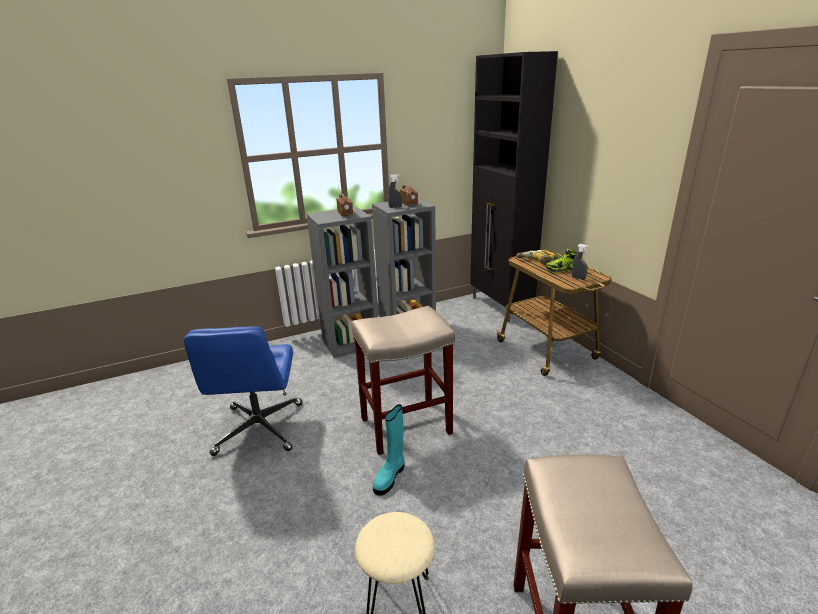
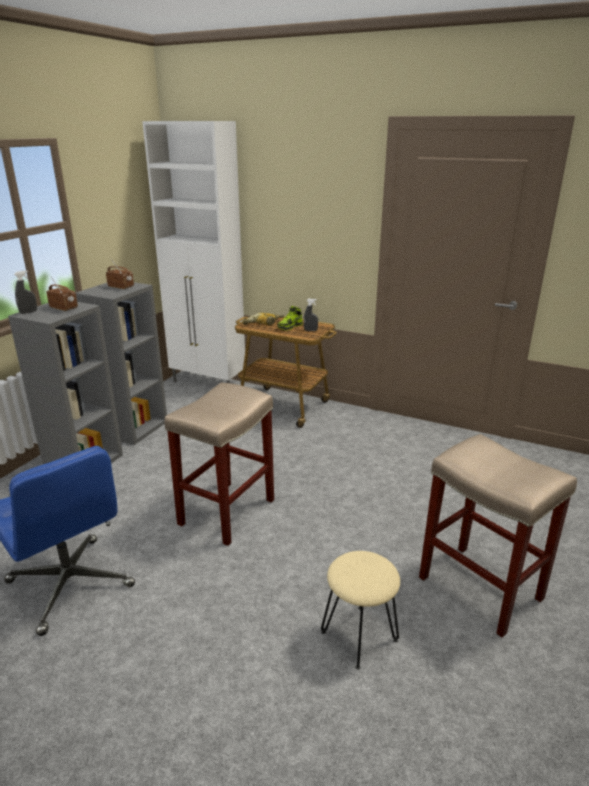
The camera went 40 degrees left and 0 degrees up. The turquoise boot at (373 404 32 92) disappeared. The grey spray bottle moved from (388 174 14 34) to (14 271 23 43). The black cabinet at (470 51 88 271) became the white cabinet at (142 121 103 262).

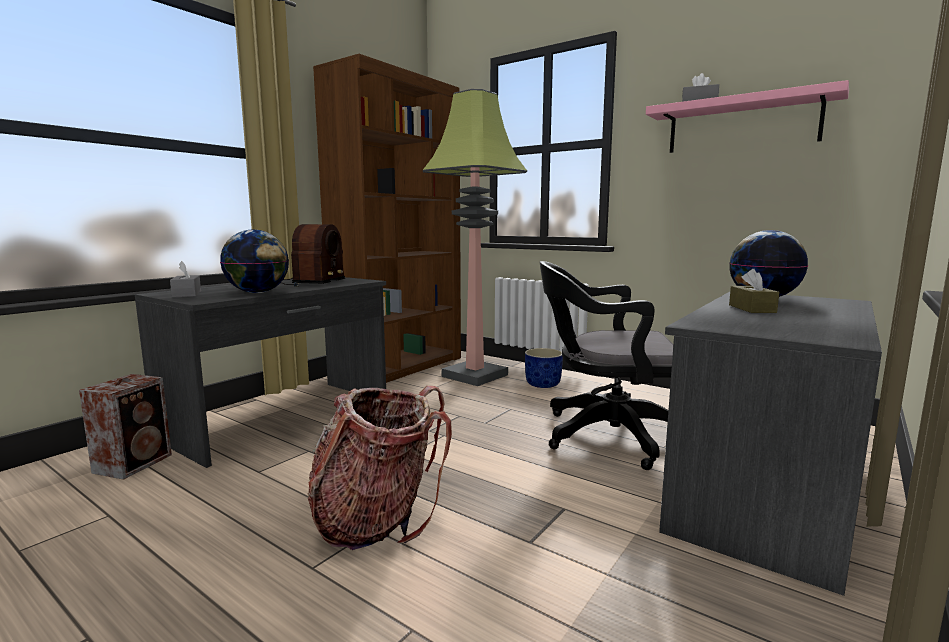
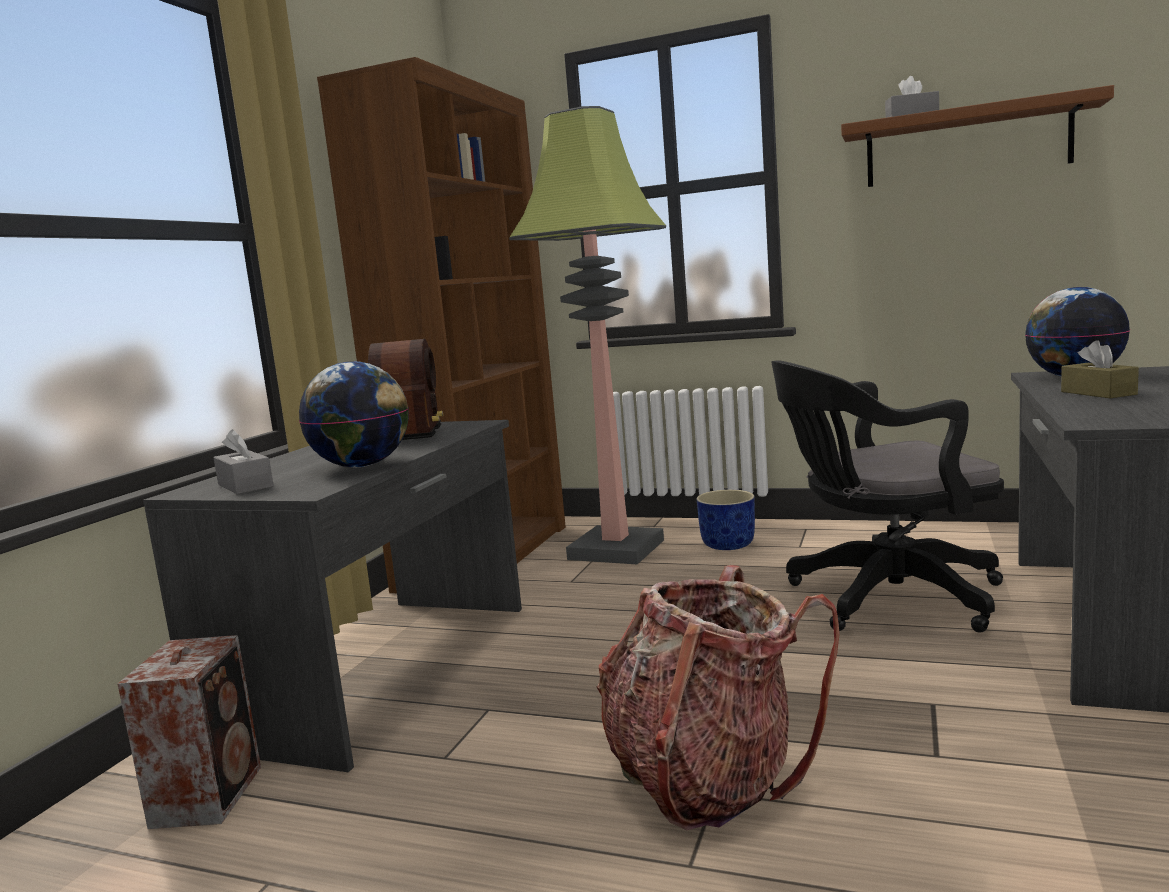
The camera went 15 degrees left and 0 degrees up. The pink shelf at (646 80 203 73) became the brown shelf at (841 85 273 102).

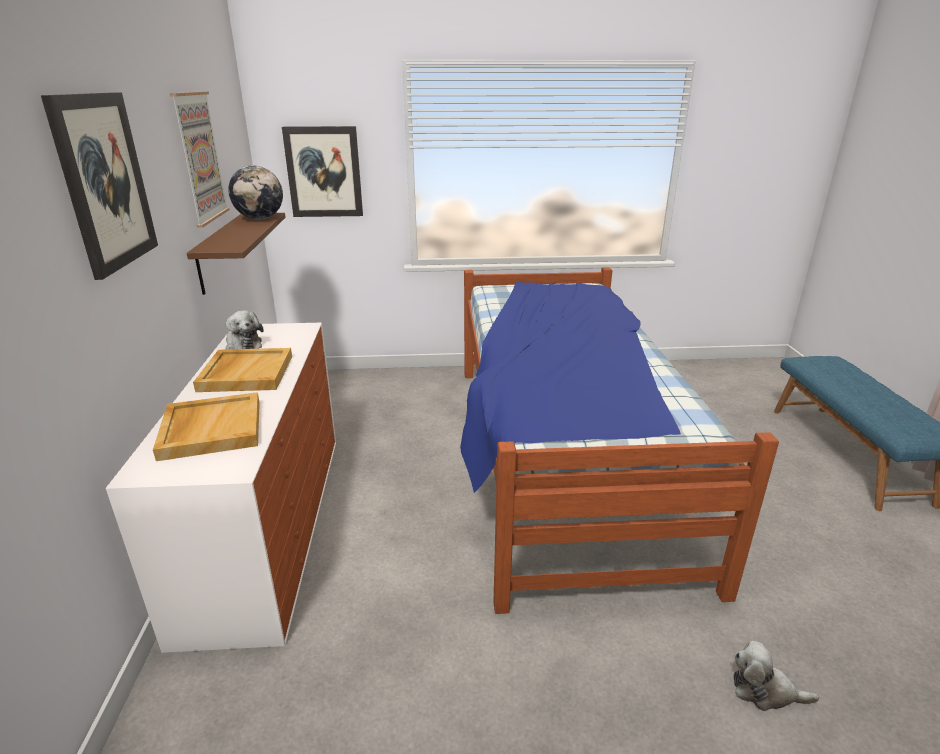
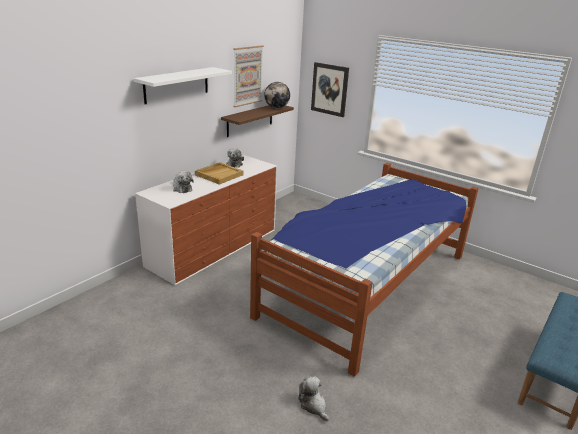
The camera went 40 degrees right and 0 degrees up. The picture at (41 92 117 188) was replaced by the white shelf at (134 67 98 37). The beige tray at (153 392 107 69) was replaced by the plush toy at (173 171 21 22).

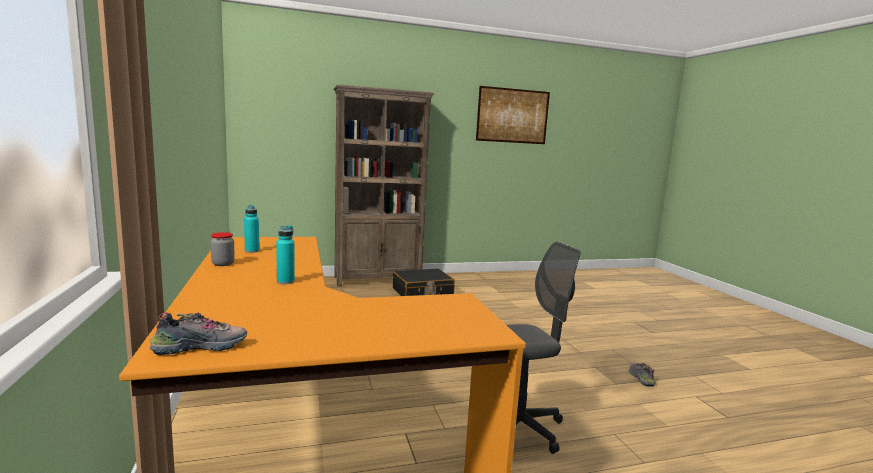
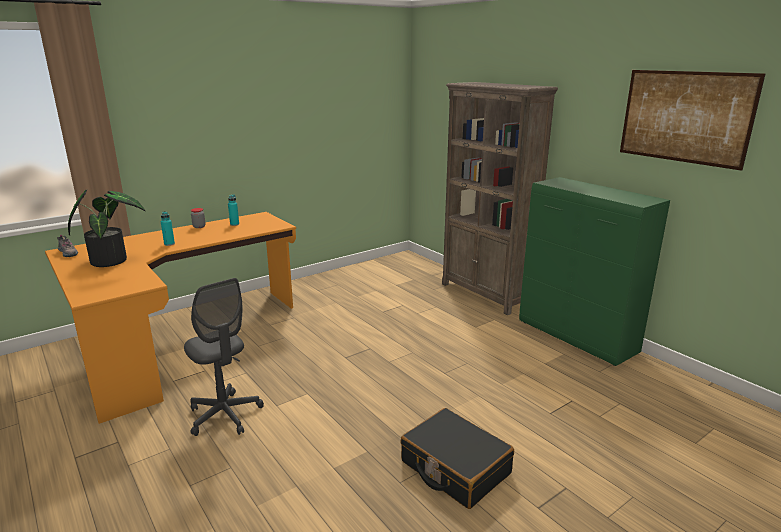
The camera went 70 degrees right and 10 degrees up. The black suitcase moved from (393 269 62 27) to (400 408 114 101). The shoe at (629 363 27 24) disappeared. The potted plant at (68 189 78 78) appeared. The green cabinet at (519 177 151 189) appeared.

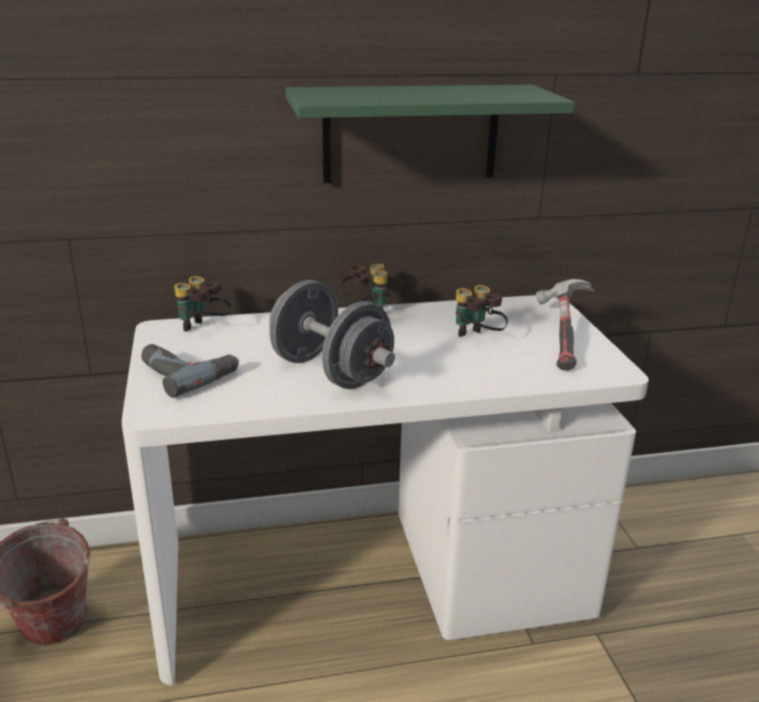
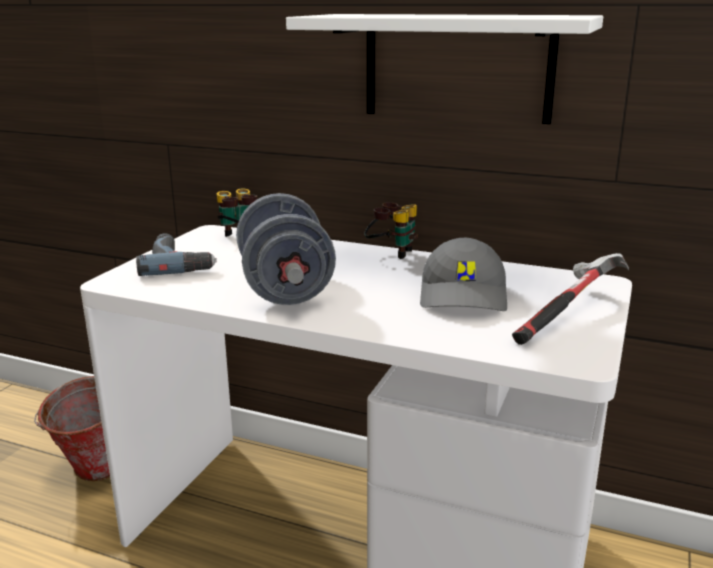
The camera went 35 degrees right and 5 degrees down. The green shelf at (286 85 289 98) became the white shelf at (286 14 317 110). The binoculars at (456 285 52 52) was replaced by the grey cap at (420 238 87 73).

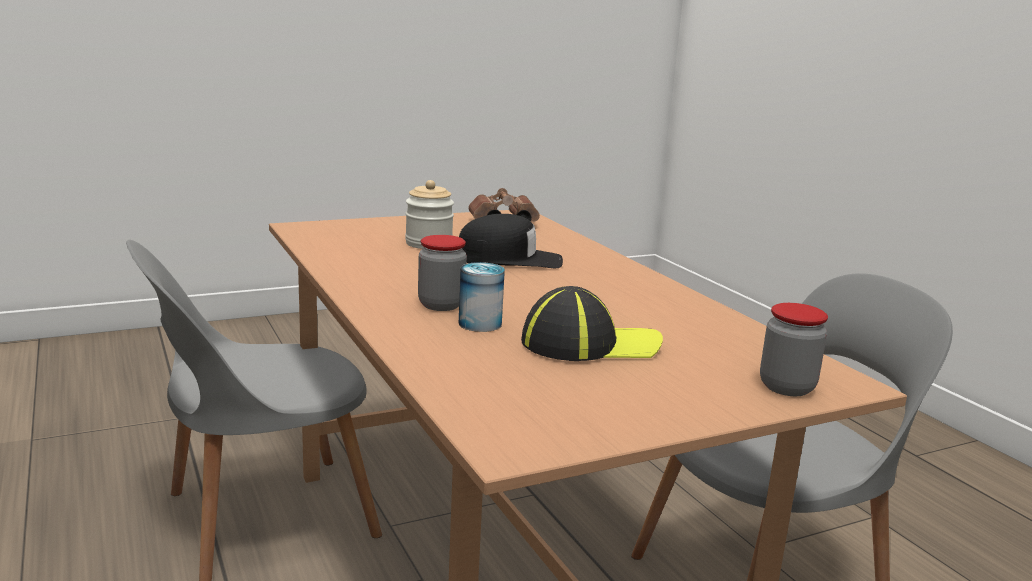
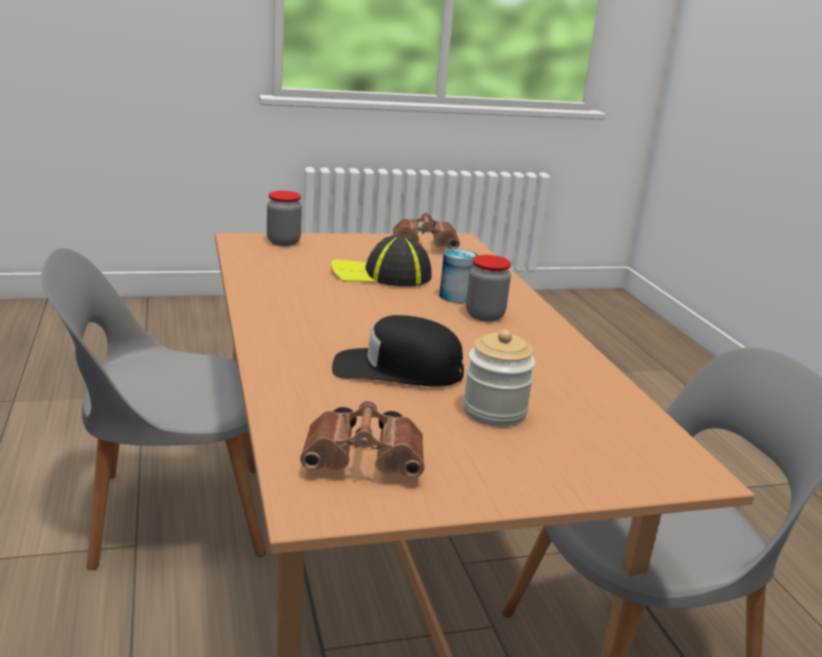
The camera went 170 degrees left and 5 degrees up. The brown binoculars at (393 213 67 36) appeared.

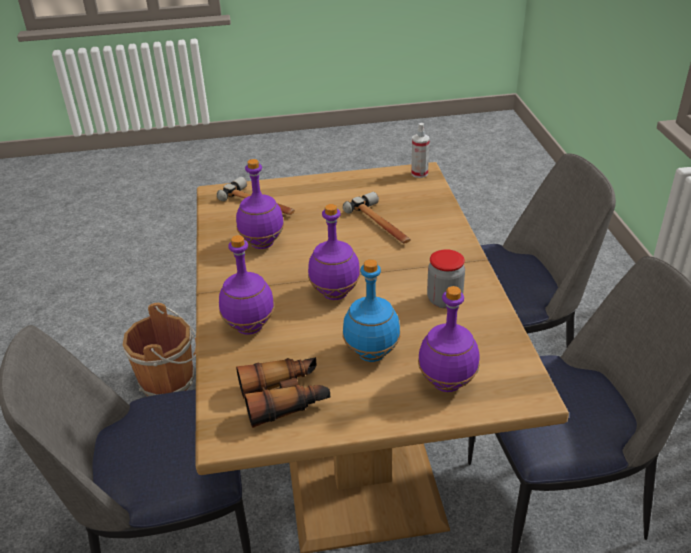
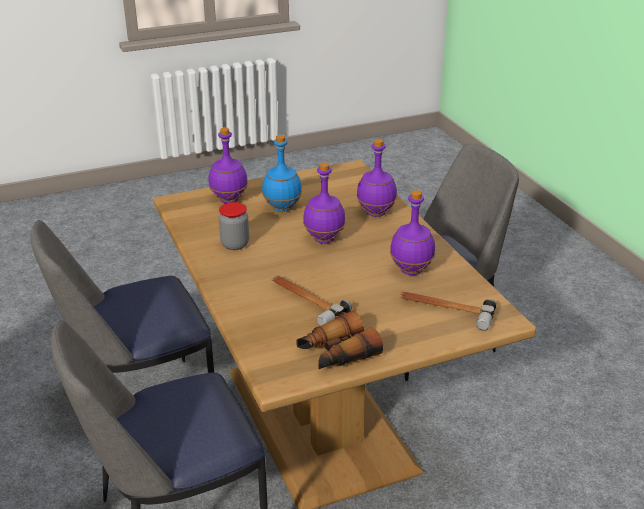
The camera went 165 degrees right and 5 degrees down. The brown bucket at (123 303 73 93) disappeared. The binoculars moved from (236 357 94 71) to (296 310 87 59). The spray bottle at (411 123 18 55) disappeared.

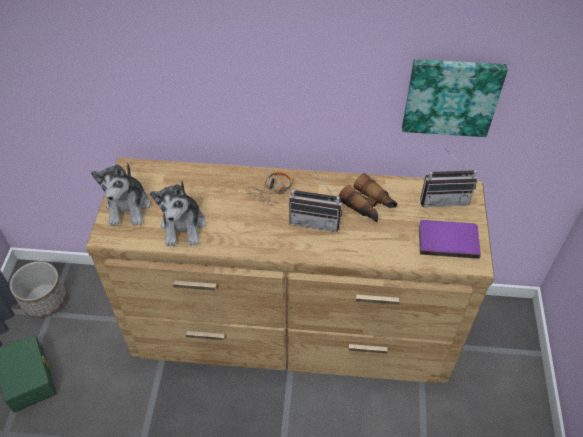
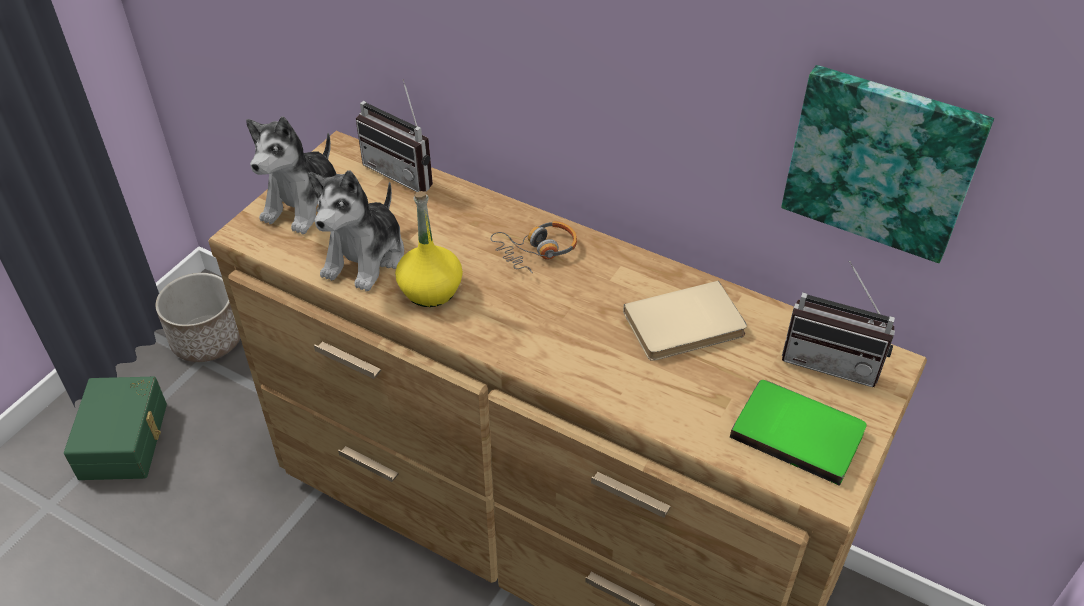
The camera went 25 degrees right and 5 degrees down. The radio moved from (289 170 54 62) to (356 80 77 112). The binoculars at (338 173 59 49) was replaced by the beige book at (623 281 124 80). The purple book at (419 220 62 39) became the green book at (730 380 137 106). The yellow bottle at (395 191 68 116) appeared.

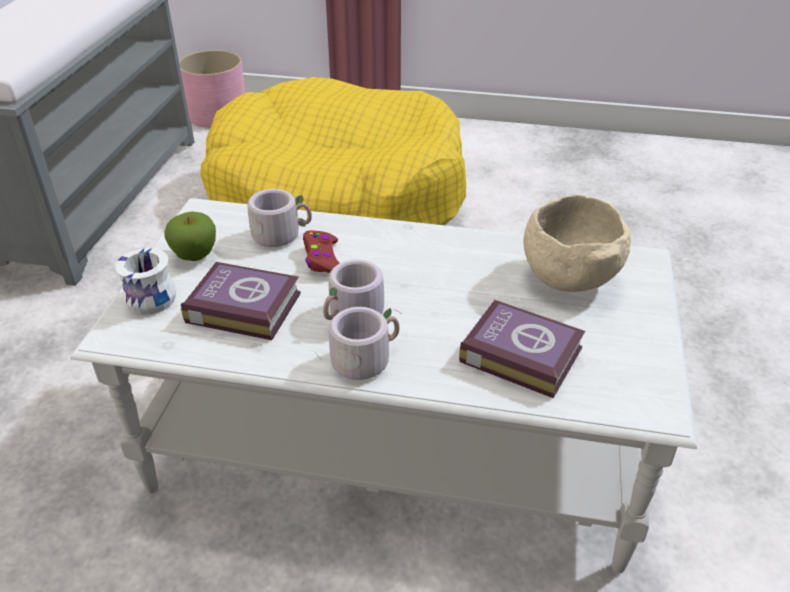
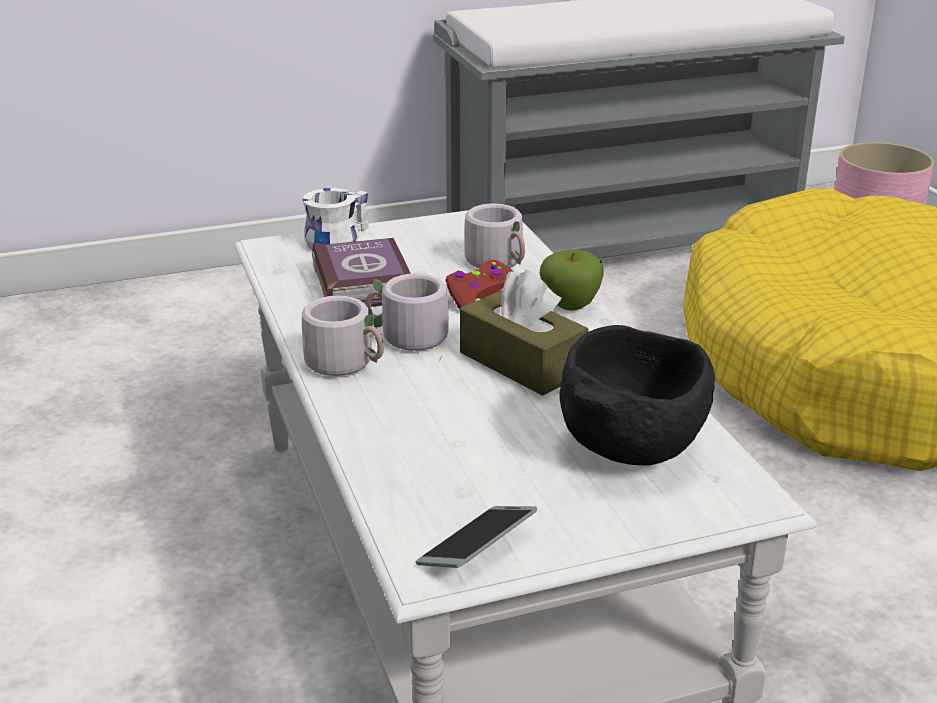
The camera went 60 degrees right and 10 degrees down. The apple moved from (164 211 52 50) to (540 250 64 60). The book at (459 300 126 98) disappeared. The beige bowl at (524 194 107 98) became the black bowl at (559 325 156 141). The phone at (416 506 121 62) appeared. The brown tissue box at (460 270 128 126) appeared.

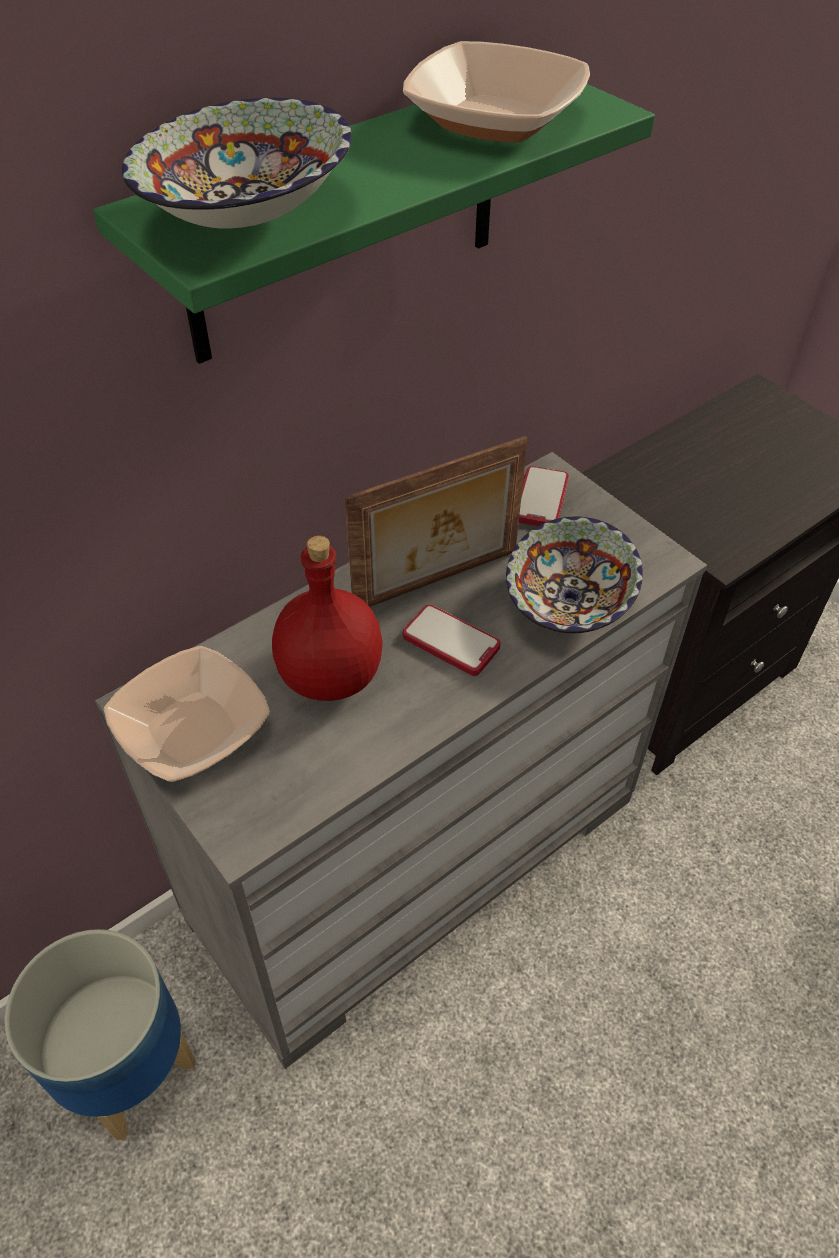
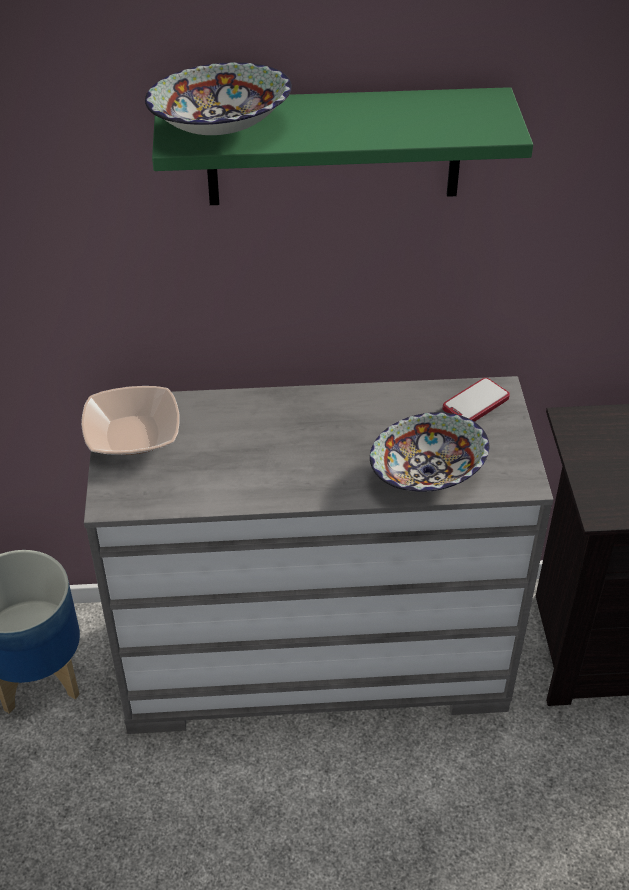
The camera went 35 degrees right and 5 degrees down. The red bottle at (272 536 111 165) disappeared. The picture frame at (345 436 183 171) disappeared. The bowl at (403 41 187 102) disappeared. The phone at (403 605 97 71) disappeared.

